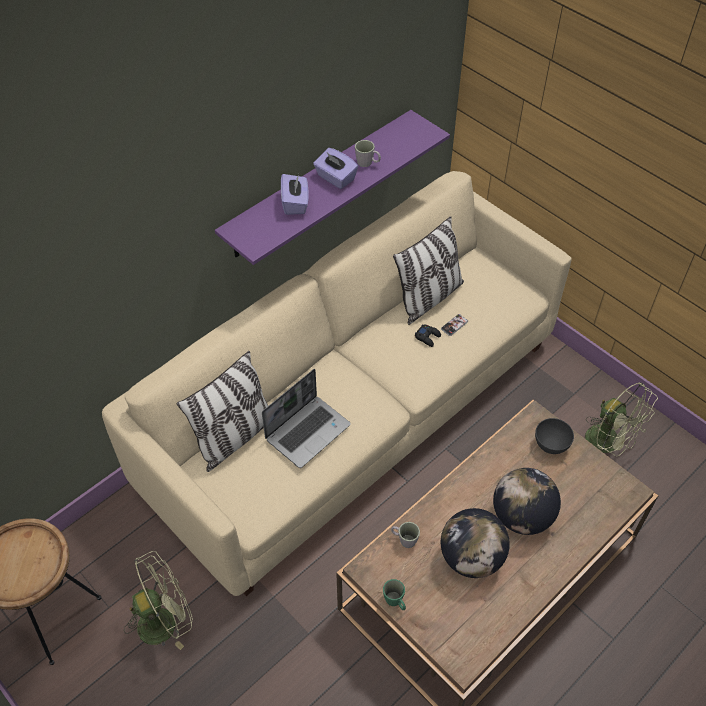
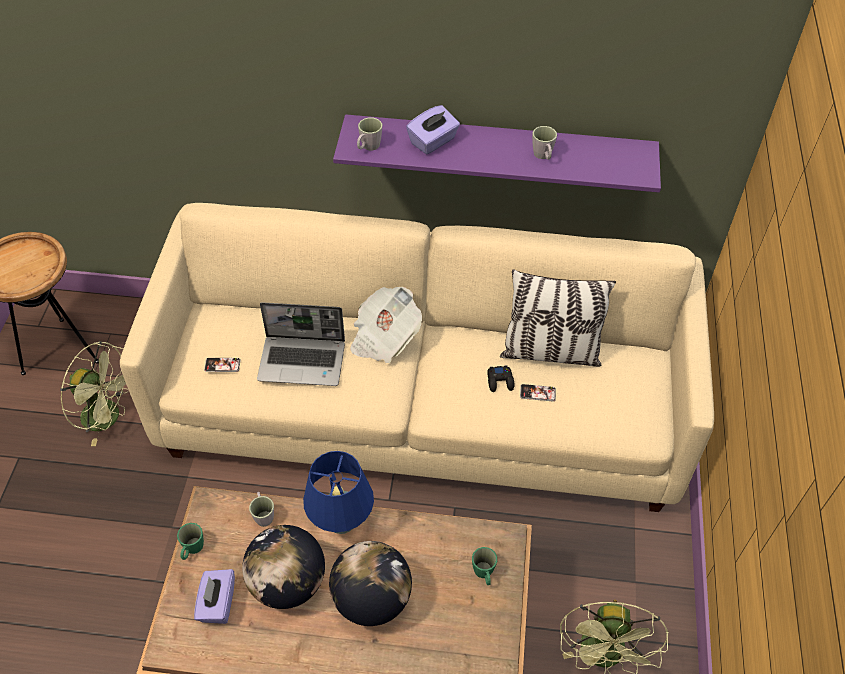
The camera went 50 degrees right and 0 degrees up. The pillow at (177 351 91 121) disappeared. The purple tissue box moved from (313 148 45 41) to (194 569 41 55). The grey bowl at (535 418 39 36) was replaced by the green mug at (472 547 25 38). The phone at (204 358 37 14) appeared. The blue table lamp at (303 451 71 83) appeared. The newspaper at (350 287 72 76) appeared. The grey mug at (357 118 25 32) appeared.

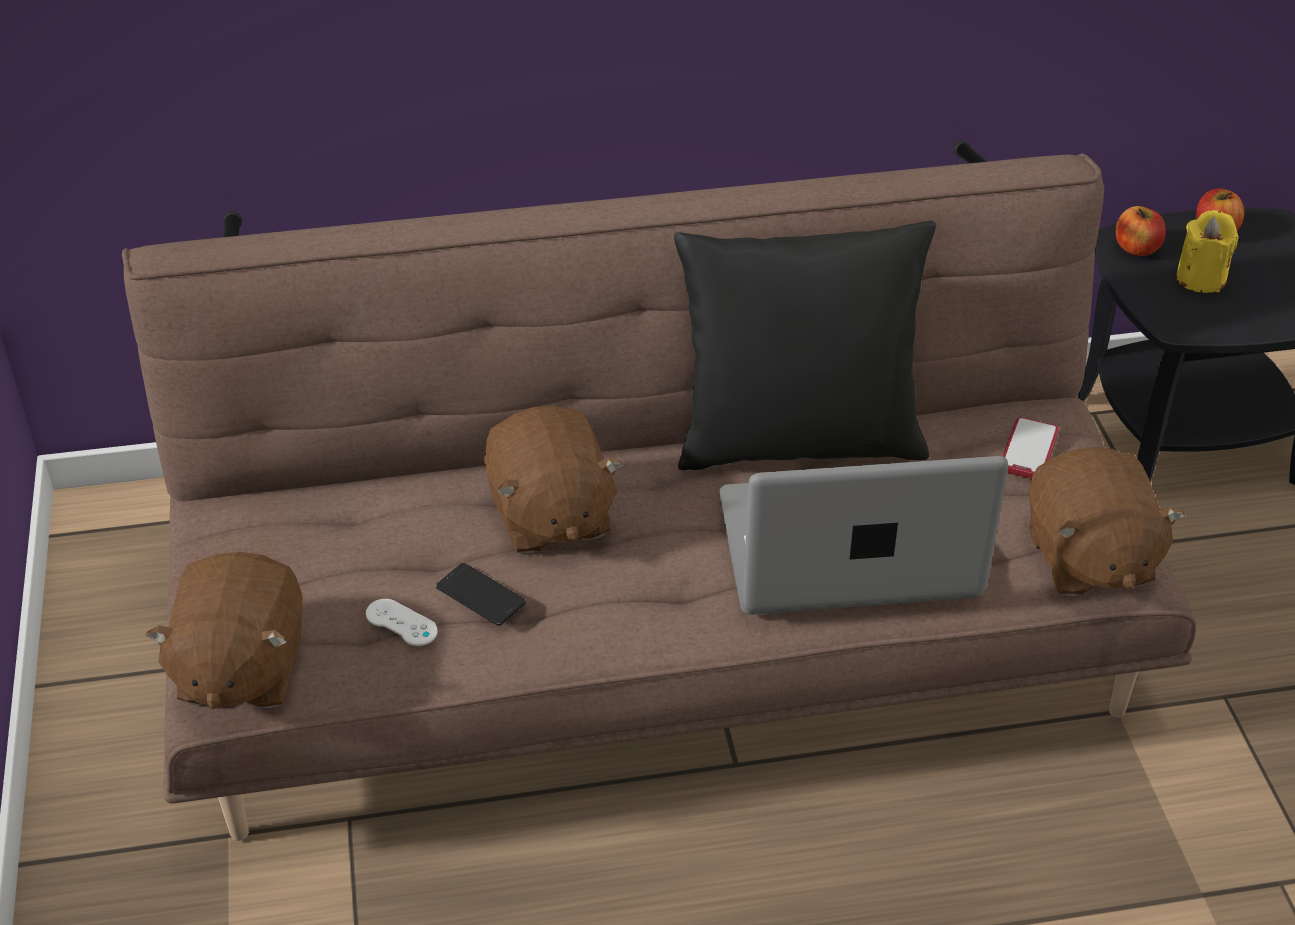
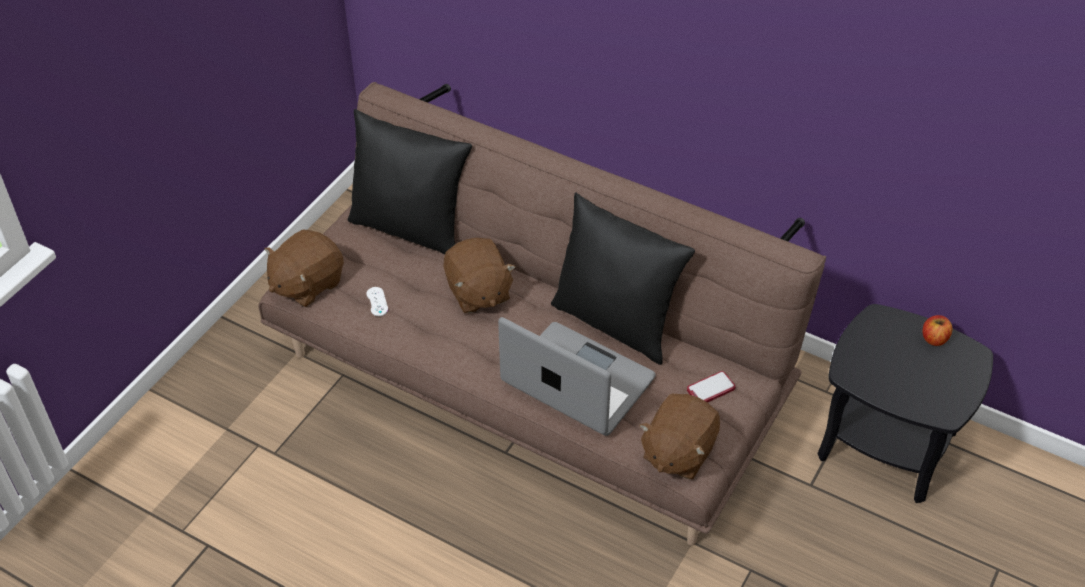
The camera went 40 degrees right and 5 degrees up. The phone at (436 563 90 63) disappeared. The brown plush toy at (484 406 139 148) turned 45 degrees counterclockwise. The apple at (1116 206 50 50) disappeared. The yellow candle at (1176 210 62 83) disappeared. The black pillow at (347 109 125 146) appeared.

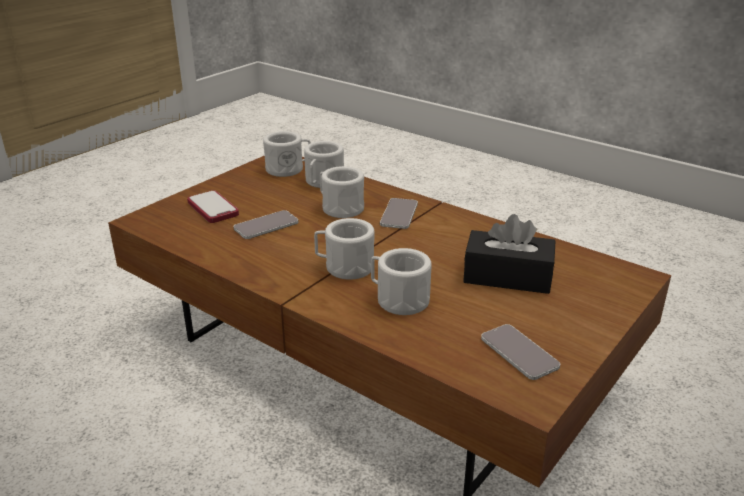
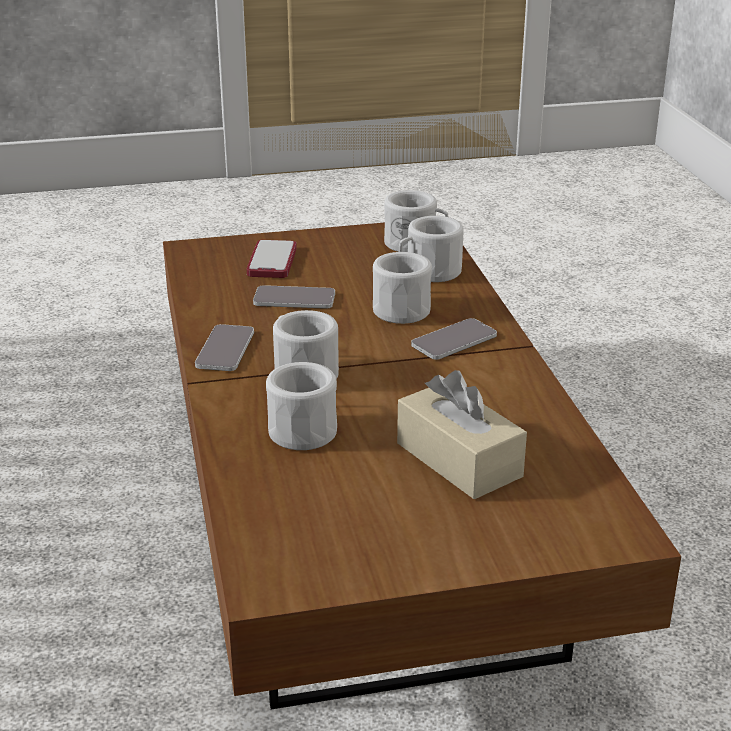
The camera went 40 degrees right and 0 degrees up. The black tissue box at (463 214 93 80) became the beige tissue box at (397 370 130 129). The phone moved from (481 324 79 56) to (195 324 59 47).

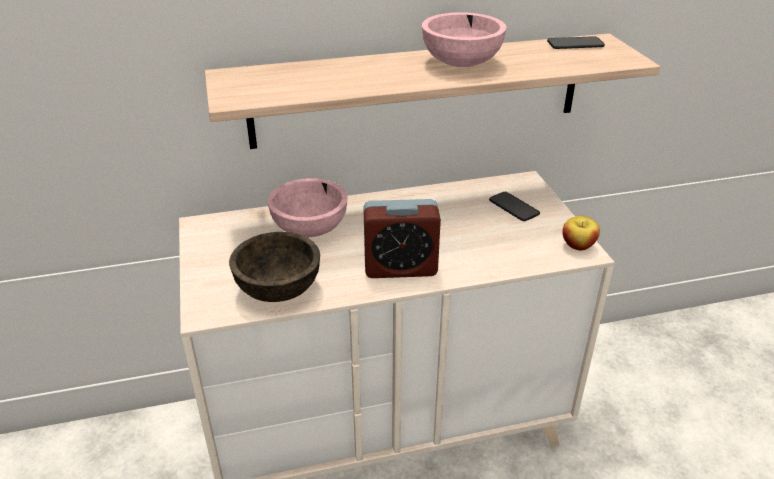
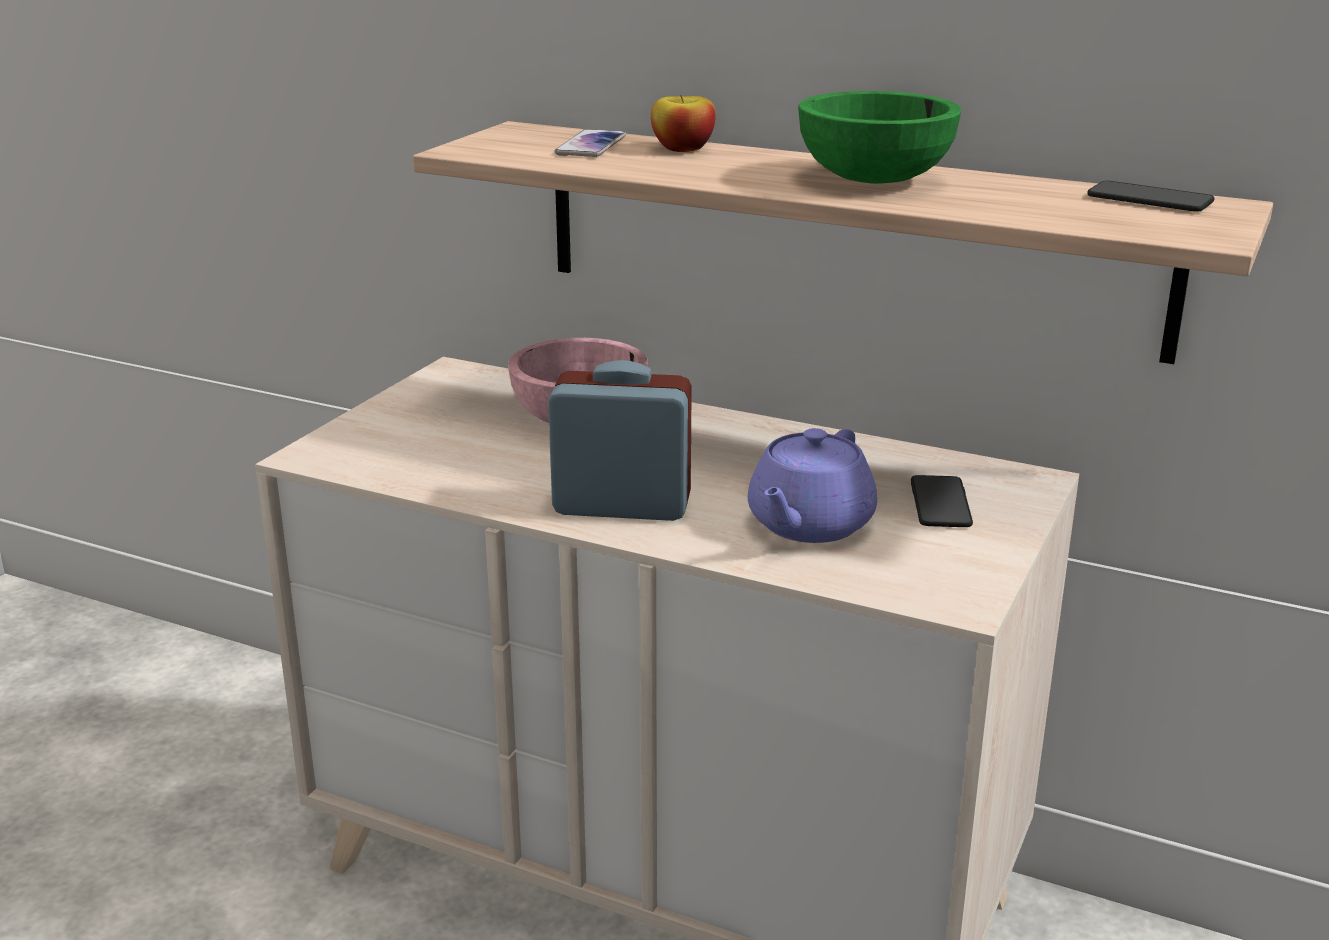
The camera went 40 degrees right and 10 degrees down. The brown bowl at (229 232 91 70) disappeared. The alarm clock at (363 199 78 79) turned 150 degrees clockwise. The pink bowl at (422 12 85 55) became the green bowl at (798 91 163 93). The apple moved from (562 216 38 34) to (651 95 65 57). The phone at (555 129 71 28) appeared. The purple teapot at (748 428 129 115) appeared.

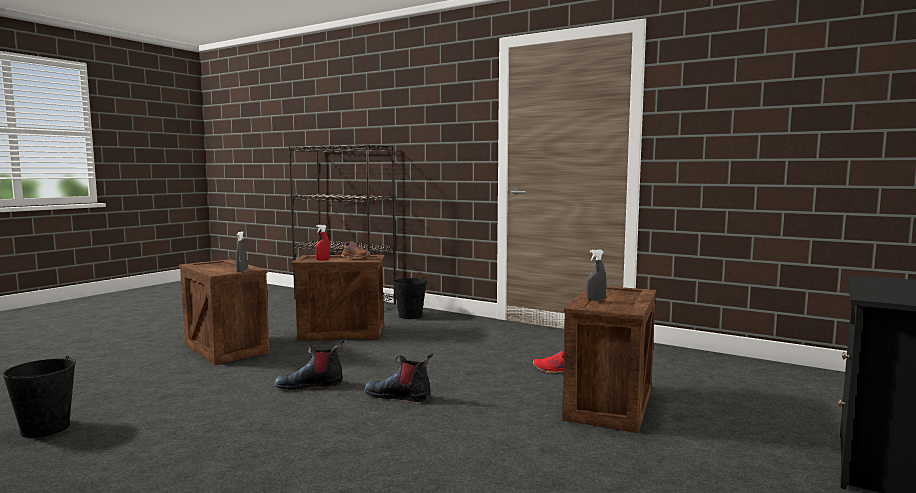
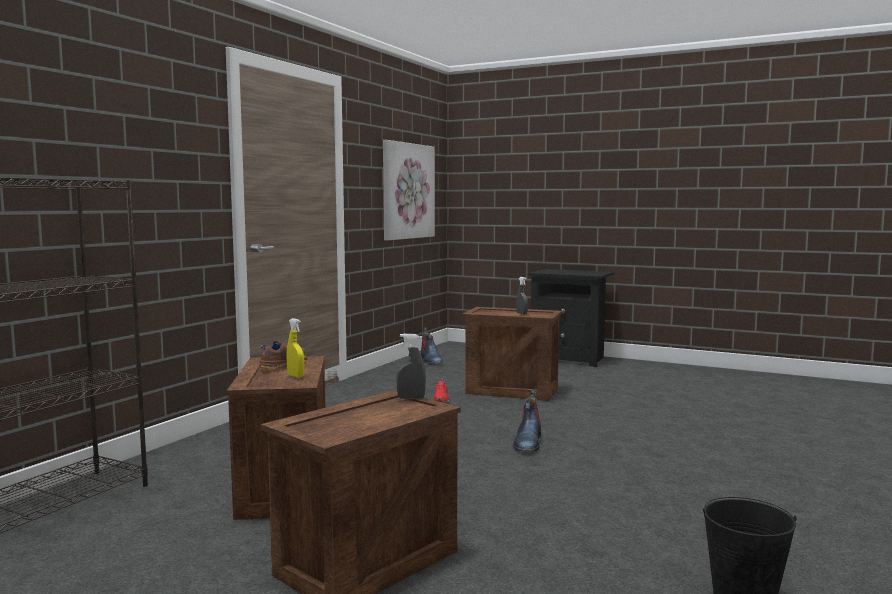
The camera went 95 degrees left and 0 degrees up. The boot moved from (274 339 71 51) to (420 327 23 38). The red spray bottle at (315 225 15 35) became the yellow spray bottle at (287 318 17 60). The black bucket at (393 278 34 41) disappeared. The picture at (383 140 52 100) appeared.

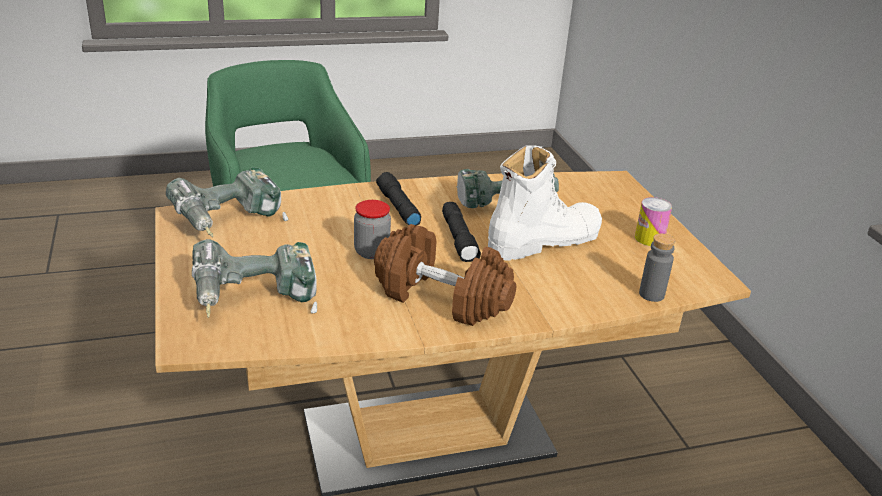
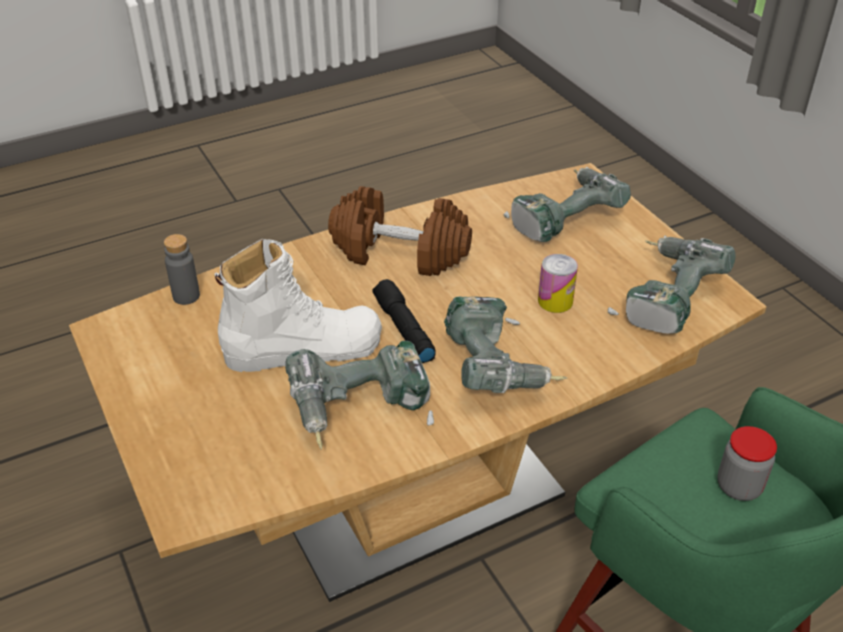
The camera went 170 degrees right and 10 degrees up. The jar moved from (354 200 37 59) to (717 426 60 75). The black flashlight at (376 172 45 54) was replaced by the power drill at (444 296 124 97). The white boot at (488 145 114 116) turned 150 degrees counterclockwise. The can moved from (635 197 37 49) to (538 254 40 59).

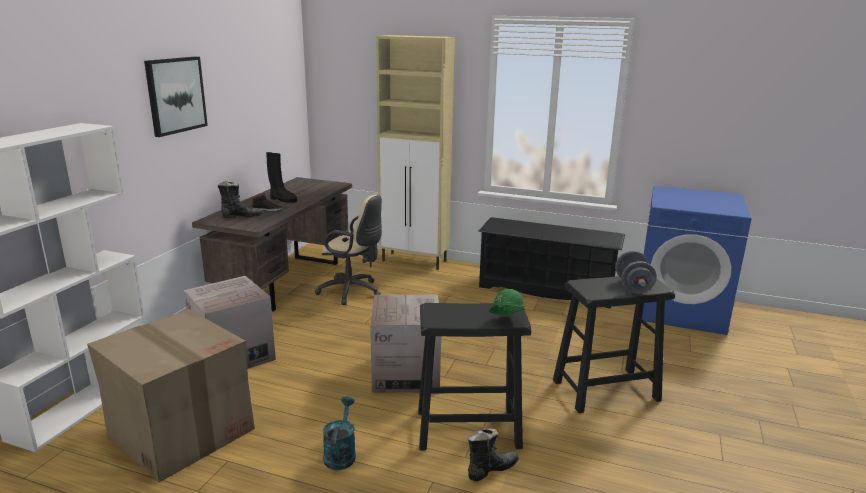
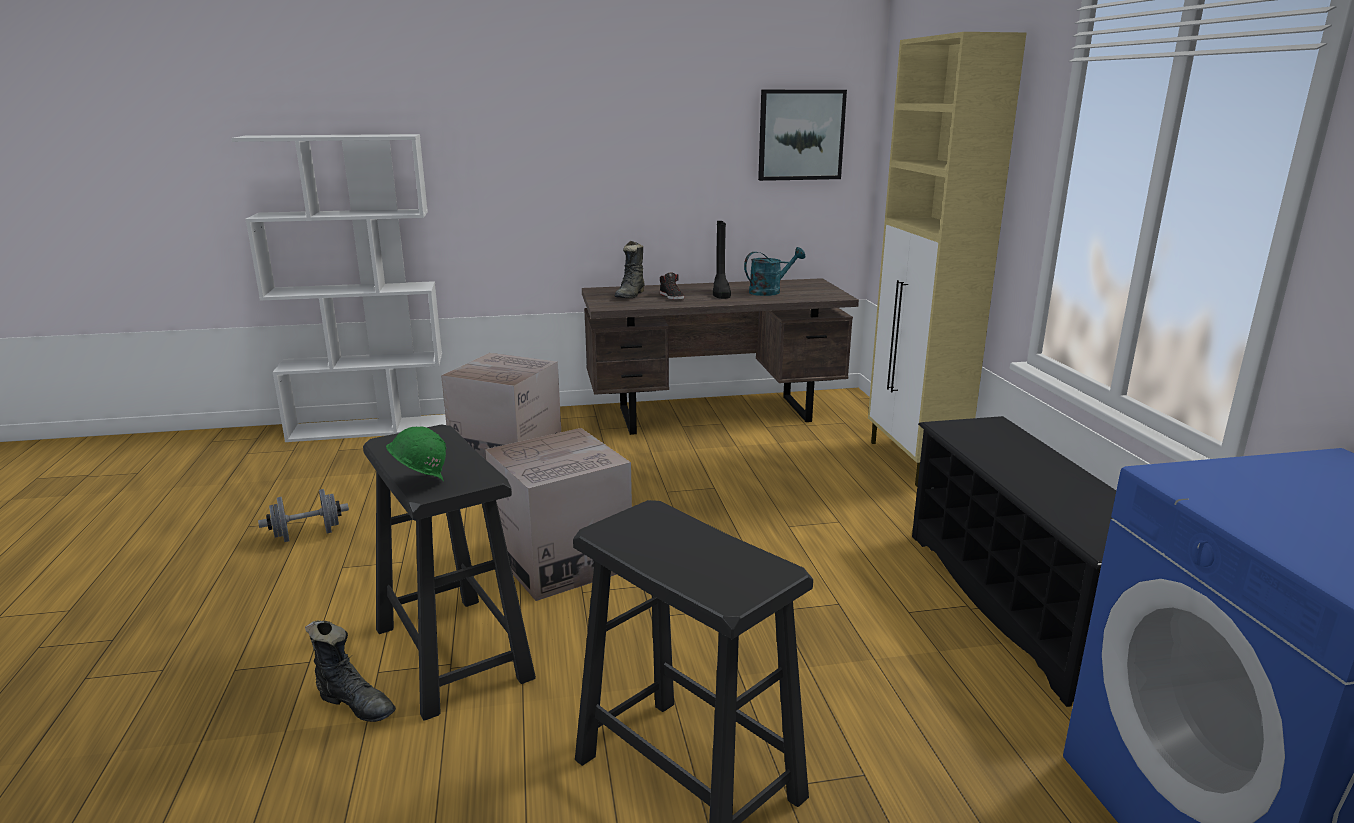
The camera went 60 degrees right and 0 degrees up. The cardboard box at (87 309 168 173) disappeared. The picture moved from (144 56 64 81) to (758 90 89 91). The black boot at (218 181 45 37) turned 60 degrees clockwise. The beige office chair at (315 195 67 110) disappeared. The turquoise watering can moved from (323 396 33 74) to (744 247 62 49). The grey dumbbell moved from (615 251 42 43) to (258 489 91 53).

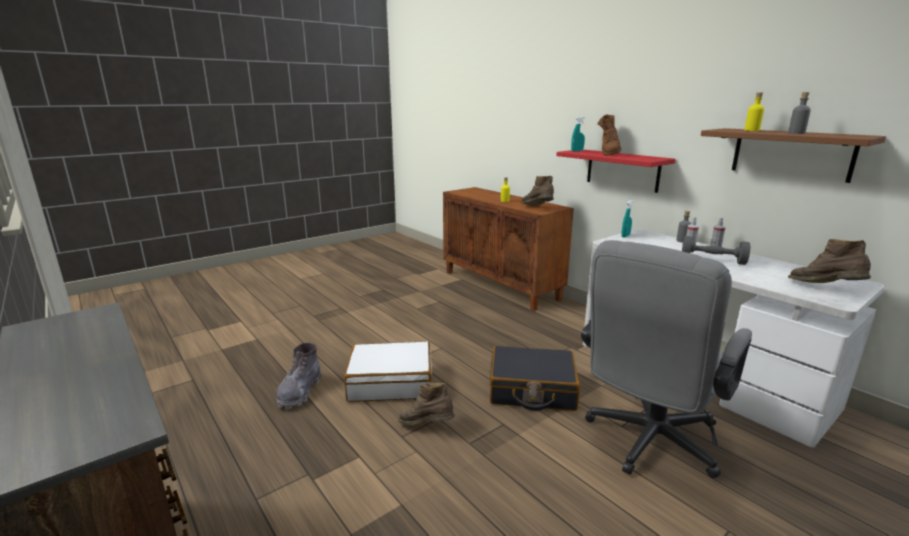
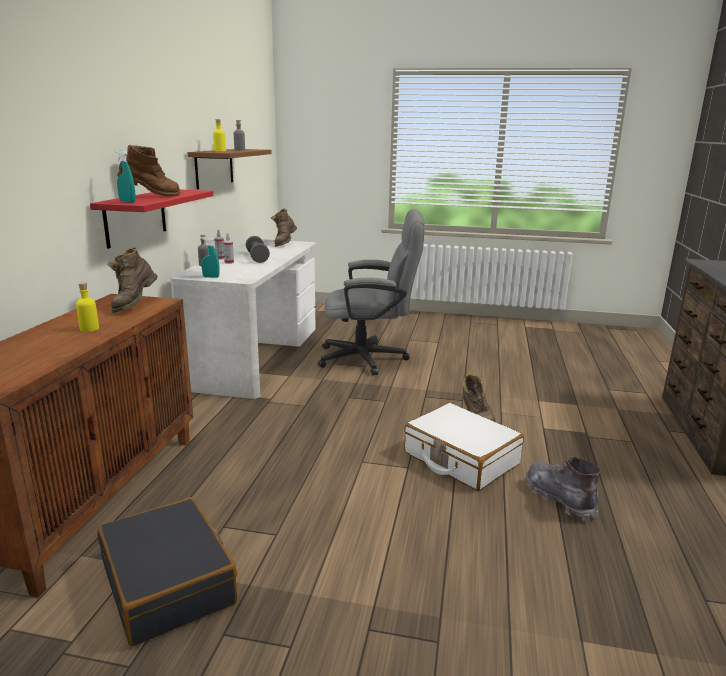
The camera went 130 degrees left and 0 degrees up. The grey boot at (276 343 45 66) turned 90 degrees counterclockwise. The black suitcase moved from (490 346 90 65) to (97 497 140 149).

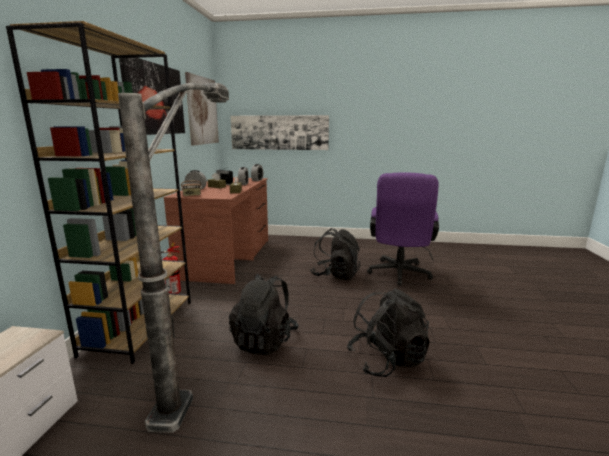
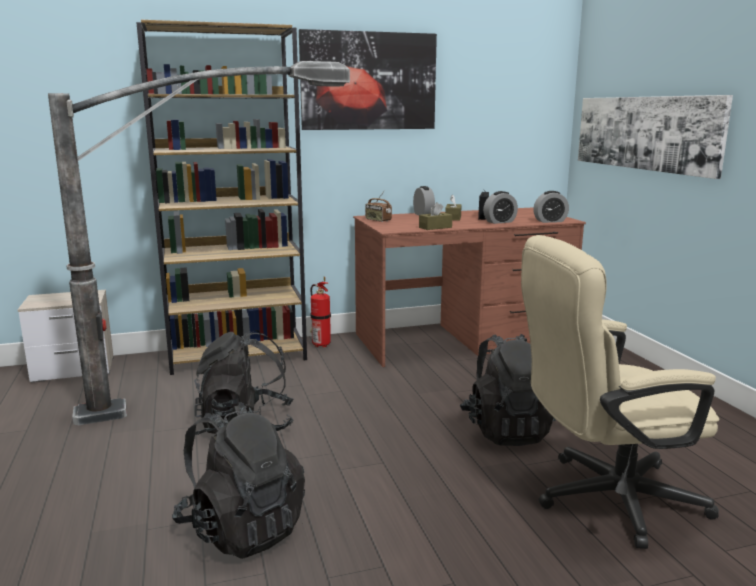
The camera went 65 degrees right and 0 degrees up. The picture at (185 72 34 74) disappeared. The purple office chair at (367 172 72 114) became the beige office chair at (521 235 199 314).

